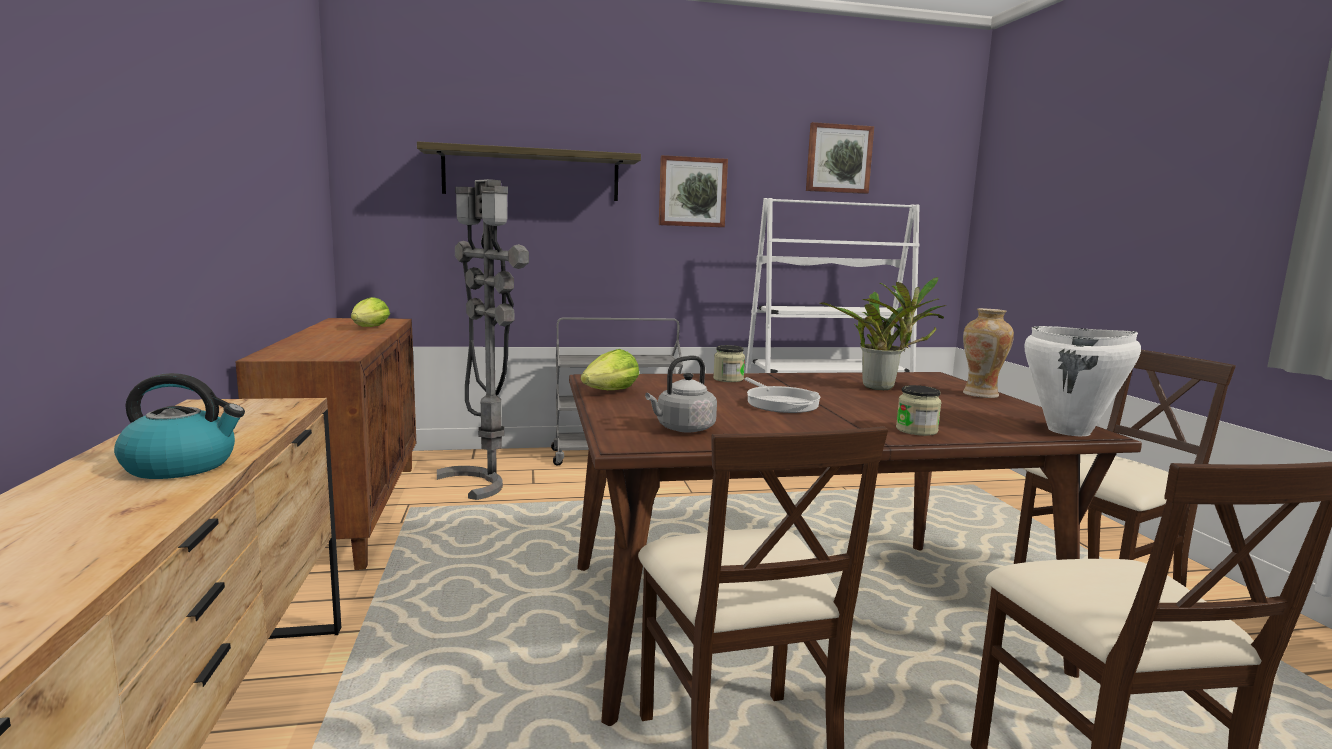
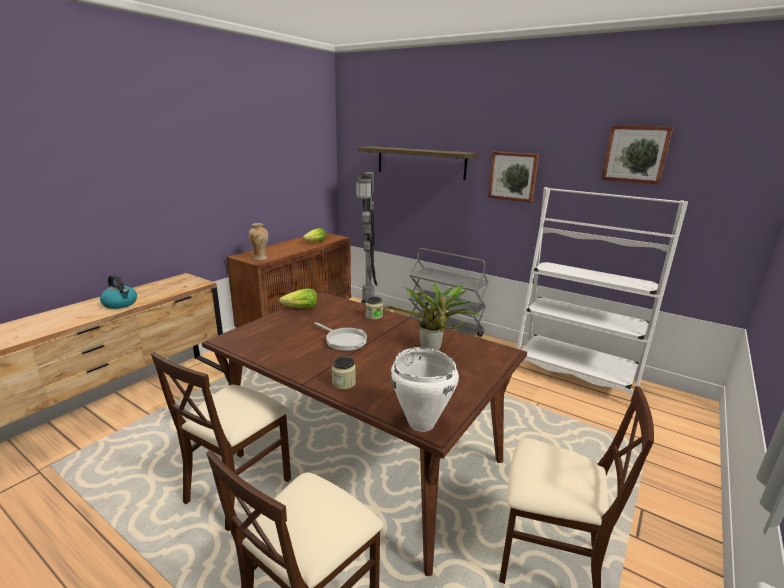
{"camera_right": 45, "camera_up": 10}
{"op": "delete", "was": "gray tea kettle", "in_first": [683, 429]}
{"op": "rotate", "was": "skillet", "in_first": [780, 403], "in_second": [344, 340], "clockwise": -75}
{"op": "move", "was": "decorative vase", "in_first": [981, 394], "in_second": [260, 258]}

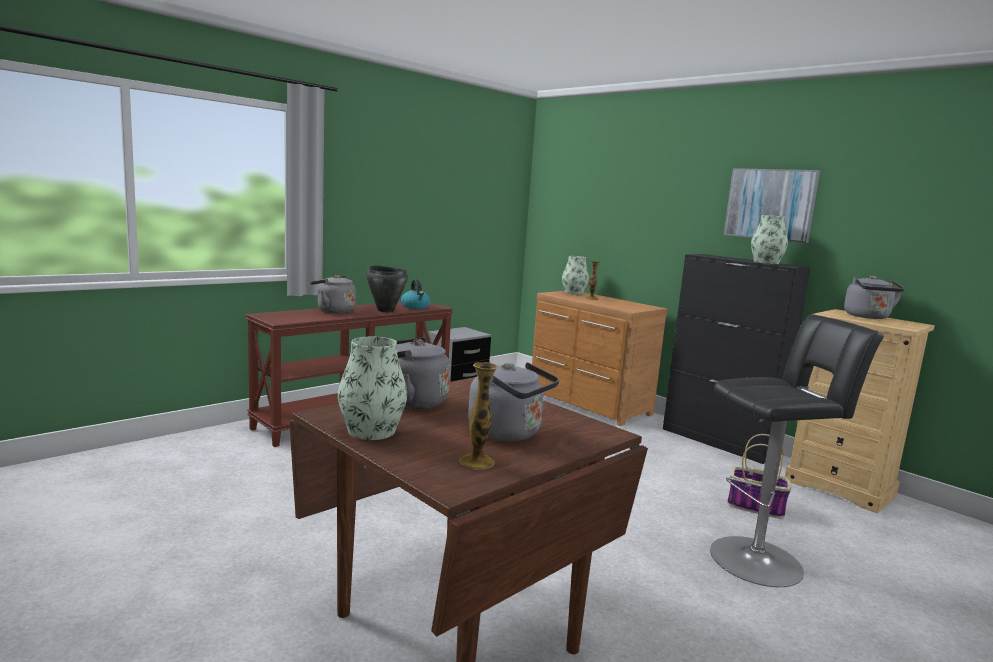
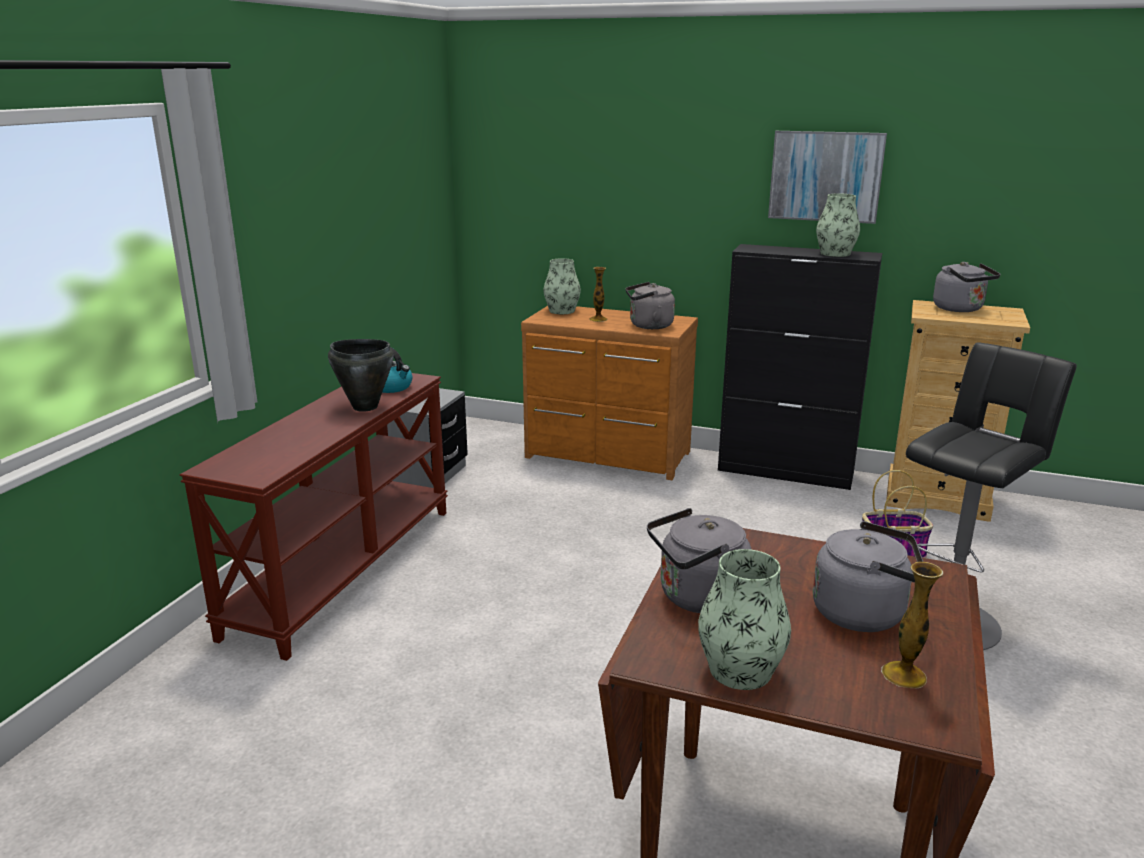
{"camera_right": -25, "camera_up": 10}
{"op": "move", "was": "gray tea kettle", "in_first": [333, 310], "in_second": [648, 326]}

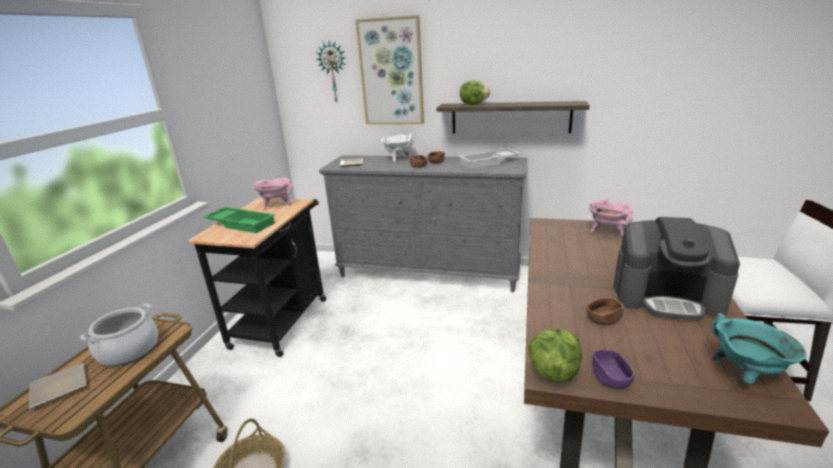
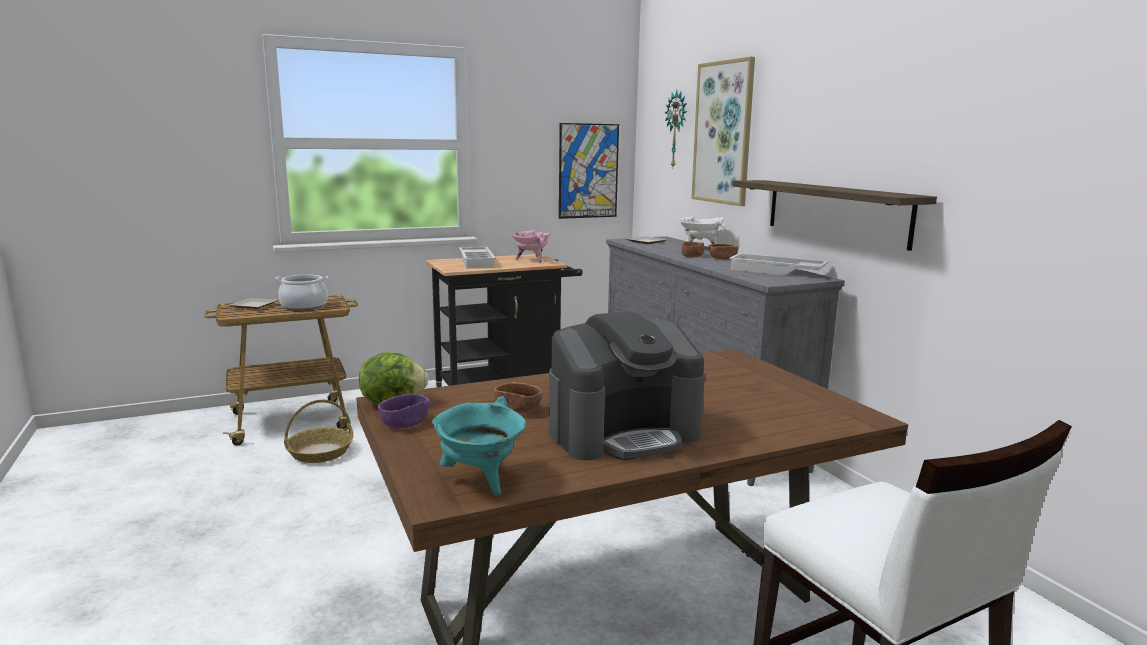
{"camera_right": 50, "camera_up": -10}
{"op": "recolor", "was": "green tray", "now": "white-coloured tray", "in_first": [242, 223], "in_second": [477, 262]}
{"op": "delete", "was": "lettuce head", "in_first": [473, 104]}
{"op": "delete", "was": "pink-coloured saucepot", "in_first": [607, 232]}
{"op": "rotate", "was": "coffee maker", "in_first": [666, 296], "in_second": [624, 433], "clockwise": -90}
{"op": "insert", "now": "picture", "in_second": [588, 171]}

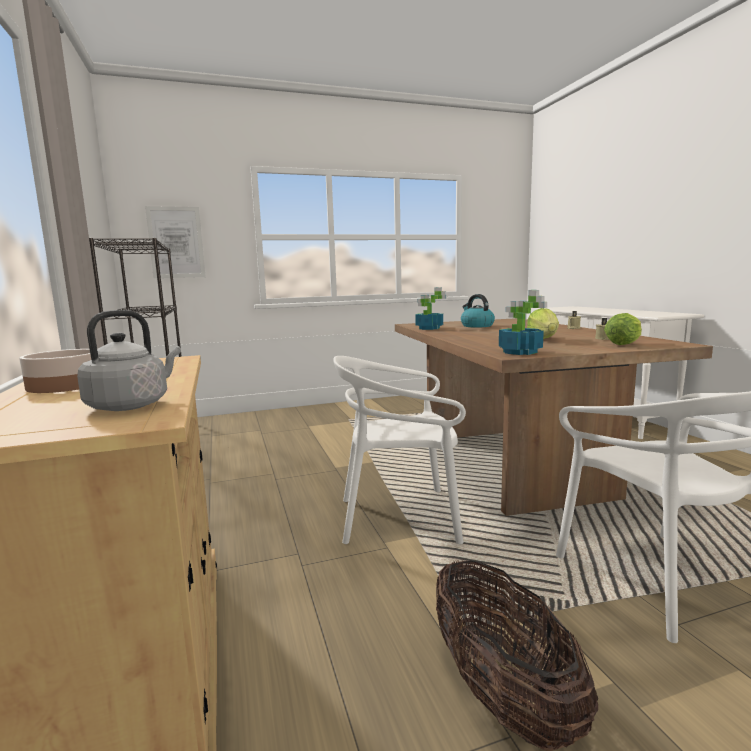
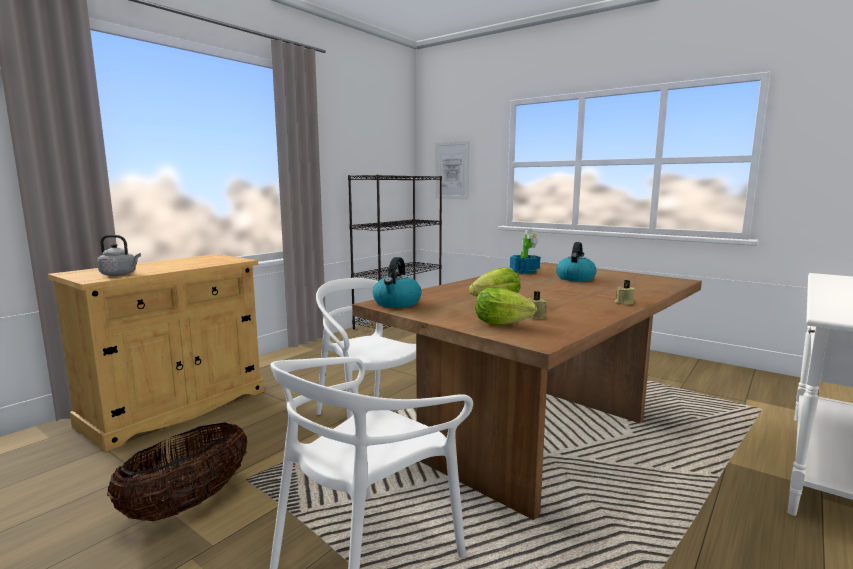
{"camera_right": 55, "camera_up": 0}
{"op": "delete", "was": "bowl", "in_first": [66, 385]}
{"op": "replace", "was": "potted plant", "now": "tea kettle", "in_first": [519, 352], "in_second": [397, 303]}

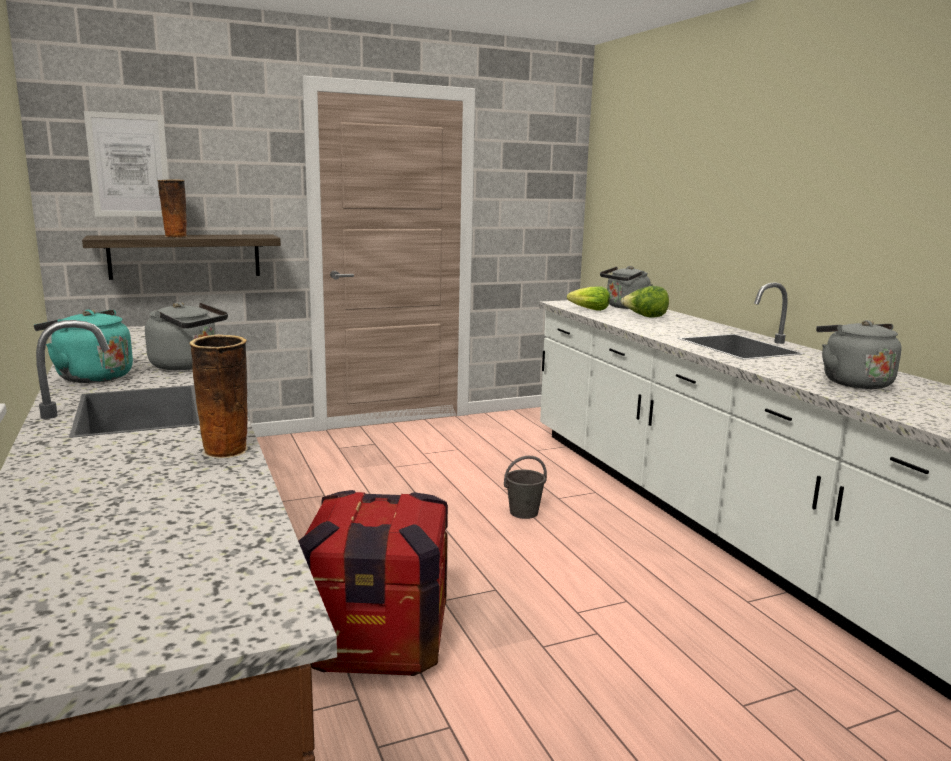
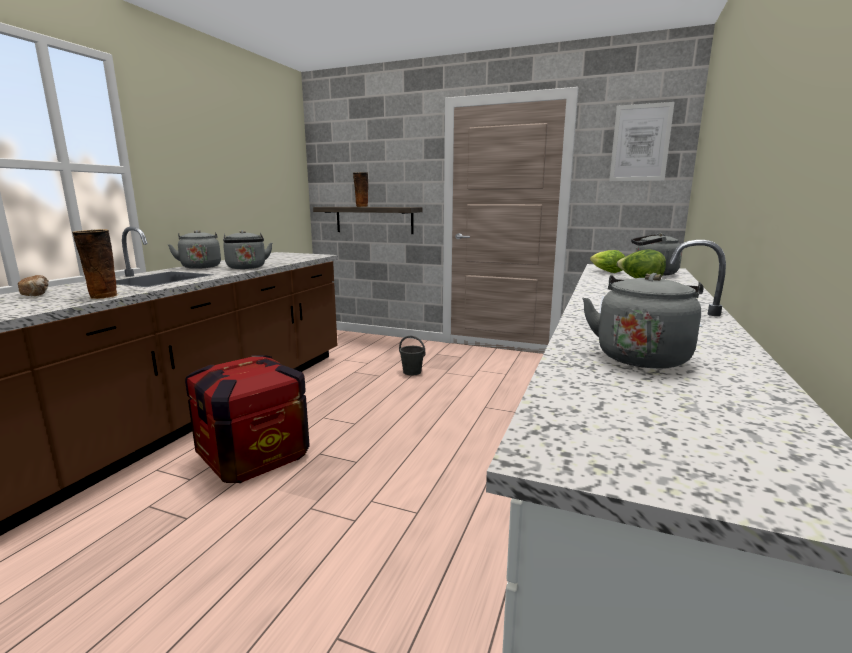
{"camera_right": 45, "camera_up": 0}
{"op": "recolor", "was": "turquoise-coloured tea kettle", "now": "gray tea kettle", "in_first": [90, 377], "in_second": [201, 266]}
{"op": "move", "was": "picture", "in_first": [129, 165], "in_second": [640, 143]}
{"op": "move", "was": "gray bucket", "in_first": [524, 512], "in_second": [412, 372]}
{"op": "insert", "now": "bakery bread", "in_second": [36, 294]}

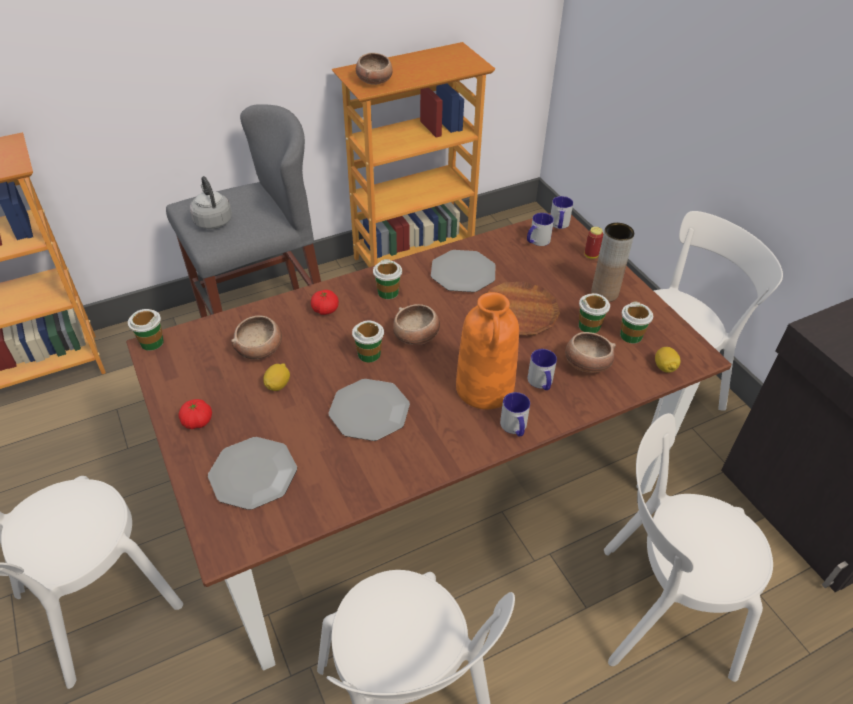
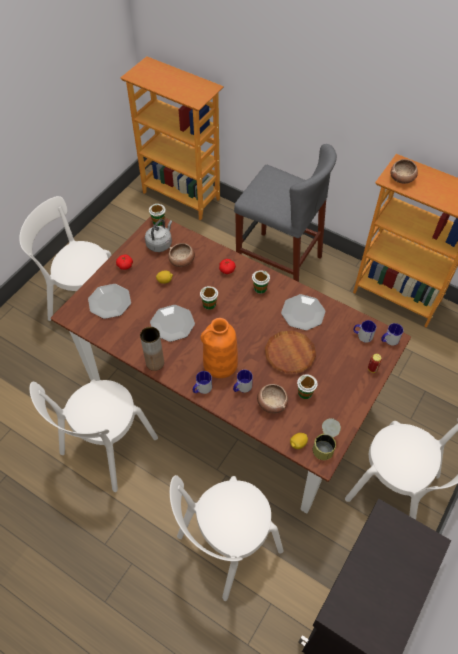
{"camera_right": 60, "camera_up": 10}
{"op": "move", "was": "gray tea kettle", "in_first": [212, 220], "in_second": [160, 244]}
{"op": "delete", "was": "bowl", "in_first": [416, 337]}
{"op": "move", "was": "brownish decorative vase", "in_first": [604, 293], "in_second": [155, 363]}
{"op": "rotate", "was": "white-coloured upright chair", "in_first": [658, 609], "in_second": [225, 546], "clockwise": -105}
{"op": "delete", "was": "small cup", "in_first": [631, 336]}
{"op": "insert", "now": "can", "in_second": [325, 444]}

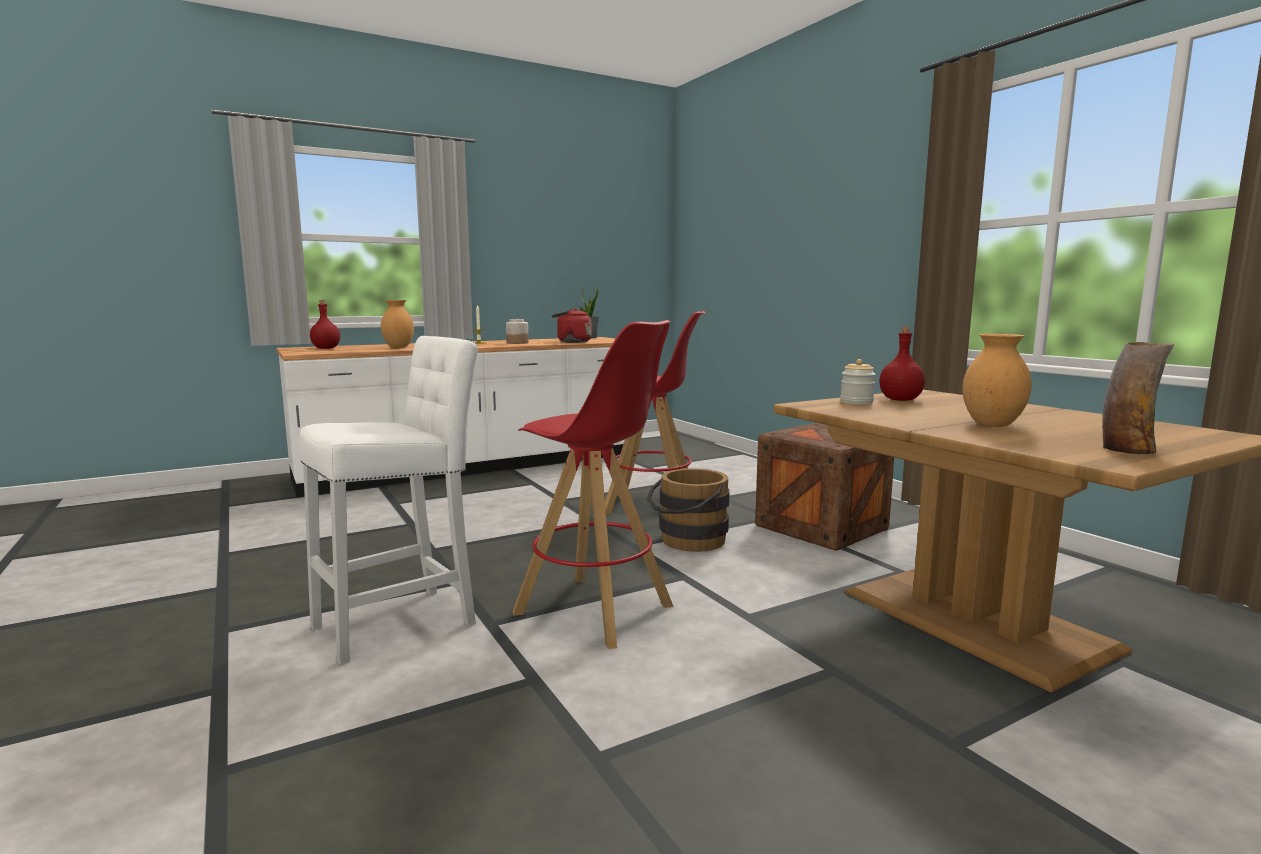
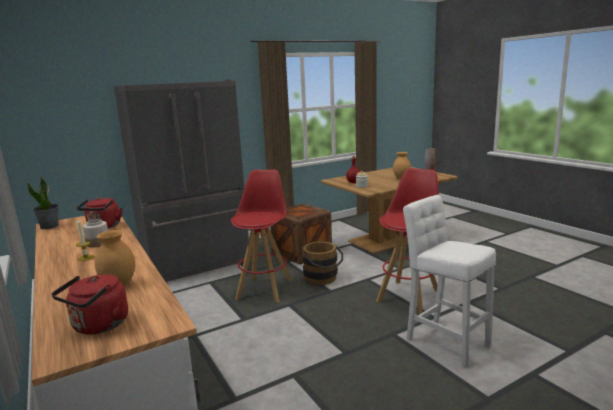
{"camera_right": -90, "camera_up": 5}
{"op": "replace", "was": "reddish beverage bottle", "now": "reddish tea kettle", "in_first": [326, 348], "in_second": [98, 326]}
{"op": "insert", "now": "gray kitchen fridge", "in_second": [198, 264]}

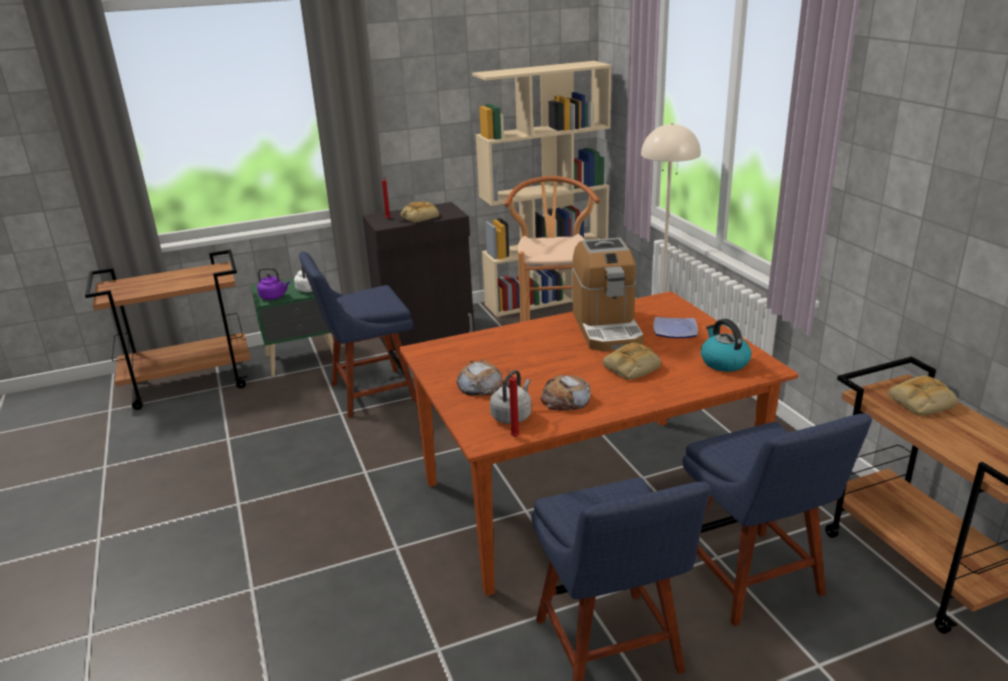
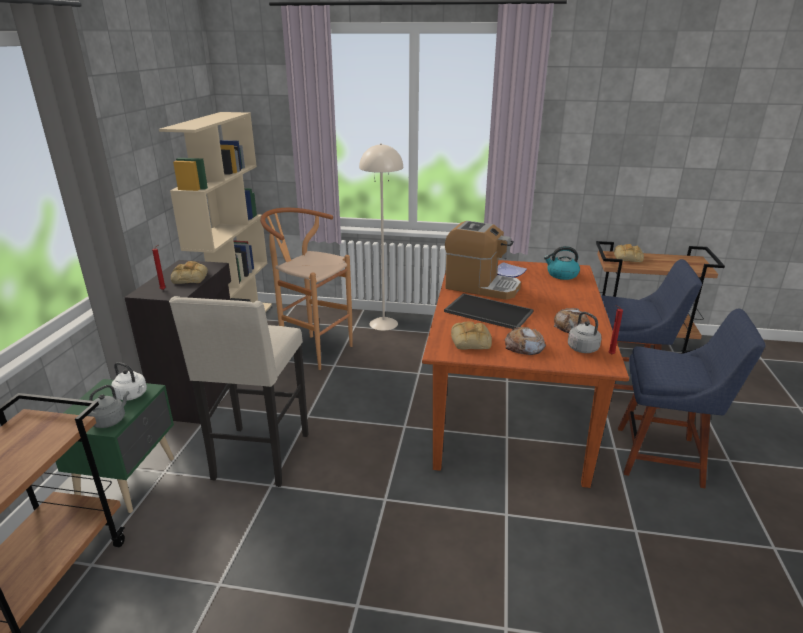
{"camera_right": -60, "camera_up": 0}
{"op": "recolor", "was": "purple-coloured tea kettle", "now": "gray tea kettle", "in_first": [274, 297], "in_second": [110, 420]}
{"op": "replace", "was": "blue-coloured upright chair", "now": "beige-coloured stool seat", "in_first": [368, 394], "in_second": [259, 458]}
{"op": "move", "was": "bakery bread", "in_first": [631, 367], "in_second": [471, 341]}
{"op": "insert", "now": "tray", "in_second": [487, 312]}

